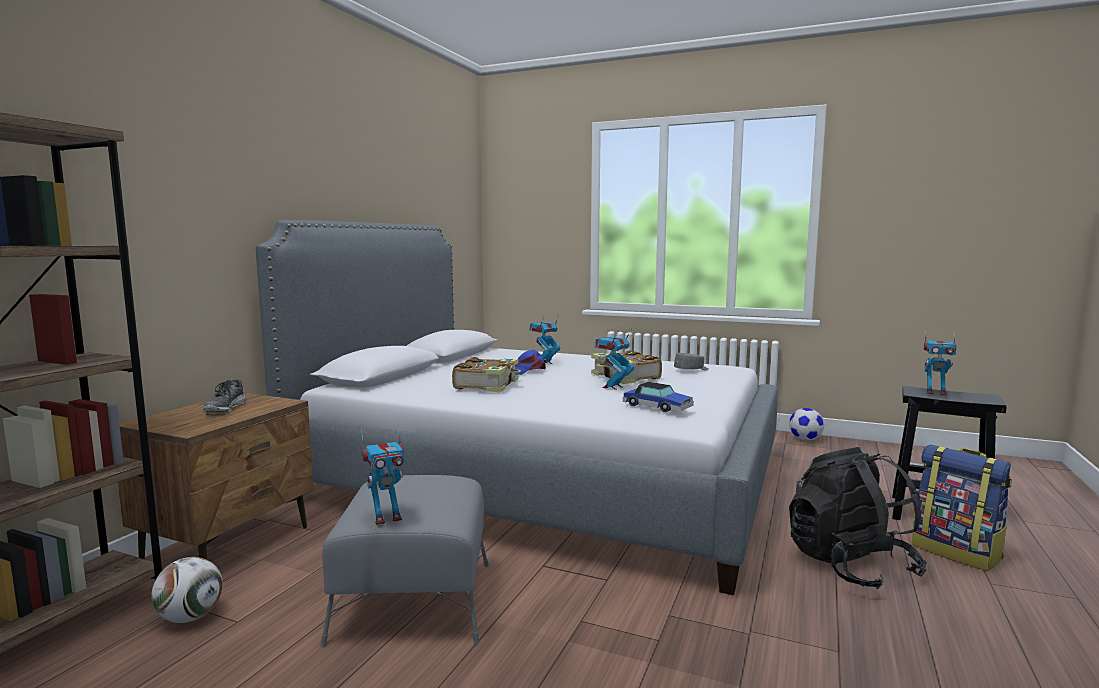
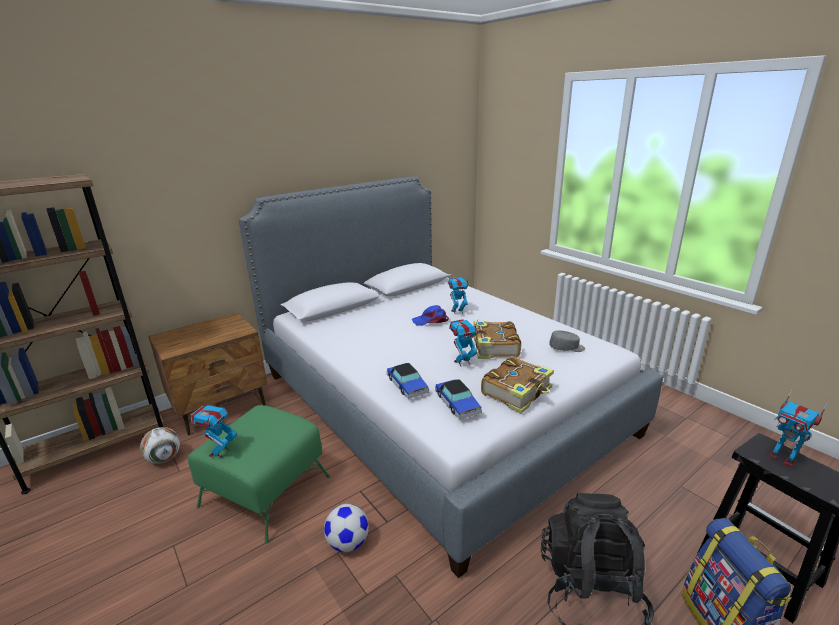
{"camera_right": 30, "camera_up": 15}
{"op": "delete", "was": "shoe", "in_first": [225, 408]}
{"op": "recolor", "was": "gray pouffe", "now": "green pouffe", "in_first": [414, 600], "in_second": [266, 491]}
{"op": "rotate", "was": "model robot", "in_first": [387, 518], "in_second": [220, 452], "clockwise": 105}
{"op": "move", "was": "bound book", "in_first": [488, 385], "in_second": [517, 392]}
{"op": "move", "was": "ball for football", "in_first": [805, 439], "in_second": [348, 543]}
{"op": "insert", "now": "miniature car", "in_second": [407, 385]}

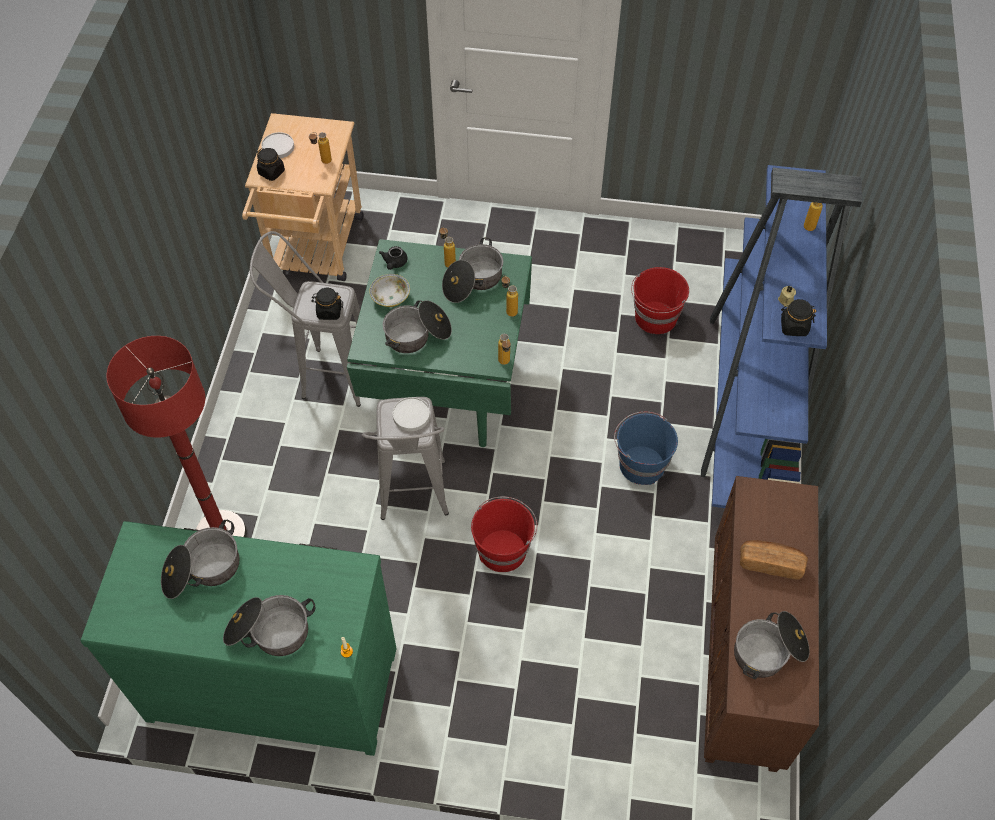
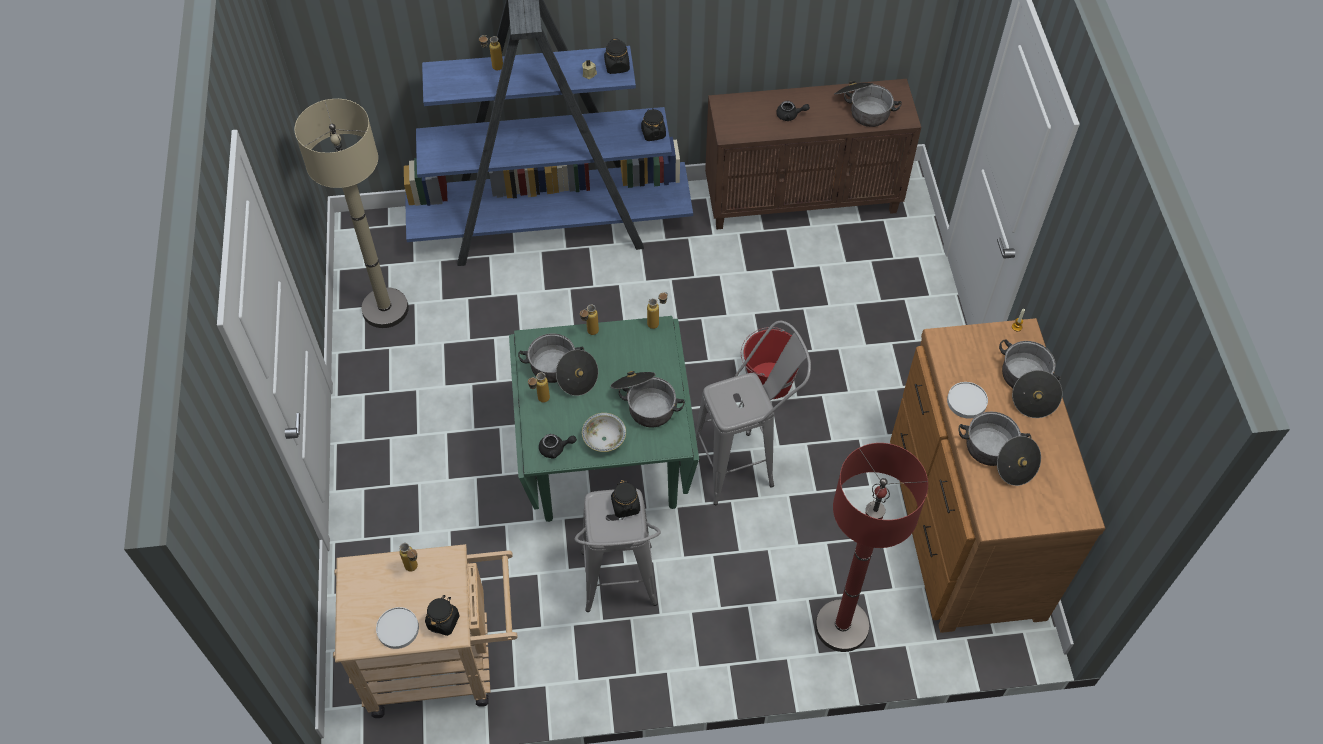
{"camera_right": -105, "camera_up": 0}
{"op": "recolor", "was": "green dresser", "now": "brownish dresser", "in_first": [273, 679], "in_second": [963, 527]}
{"op": "move", "was": "white-coloured plate", "in_first": [411, 415], "in_second": [967, 401]}
{"op": "delete", "was": "blue-coloured bucket", "in_first": [641, 464]}
{"op": "delete", "was": "reddish bucket", "in_first": [655, 318]}
{"op": "replace", "was": "bakery bread", "now": "black pot for tea", "in_first": [770, 563], "in_second": [790, 115]}
{"op": "insert", "now": "beige-coloured standard lamp", "in_second": [385, 309]}
{"op": "insert", "now": "black storage jar", "in_second": [653, 133]}

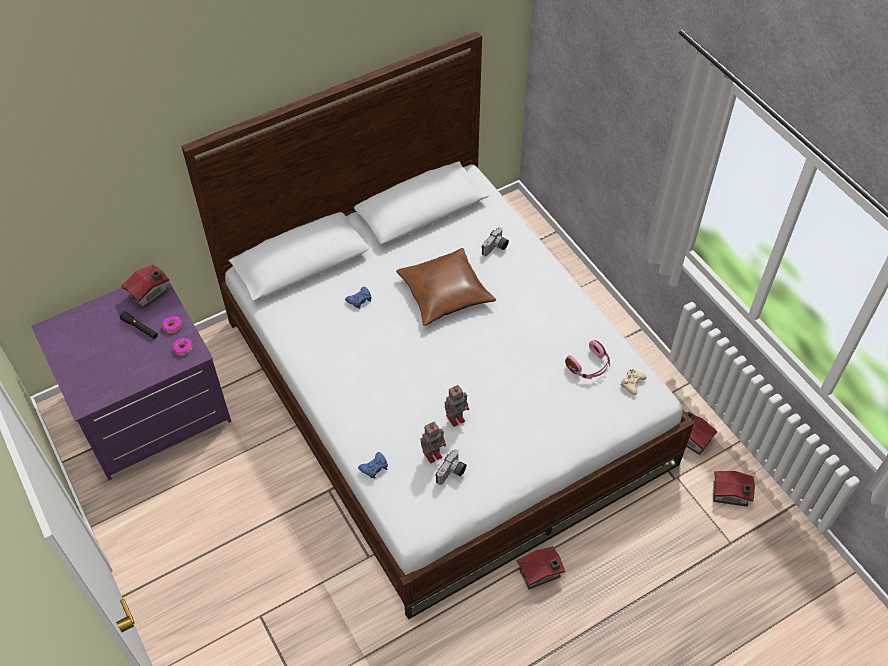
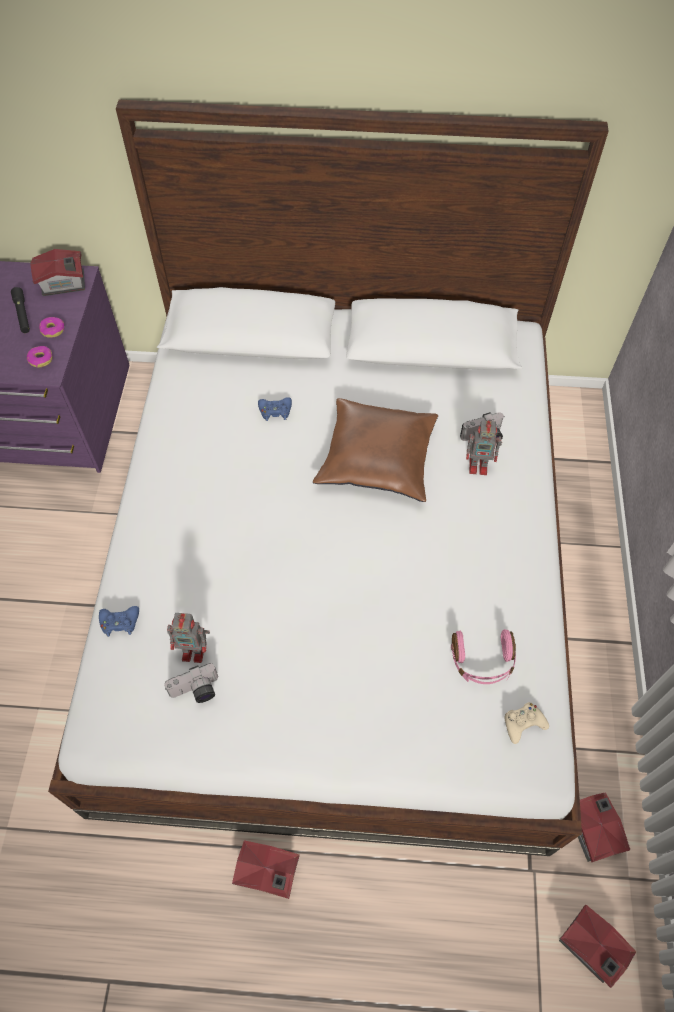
{"camera_right": 35, "camera_up": 5}
{"op": "move", "was": "model robot", "in_first": [456, 417], "in_second": [479, 466]}

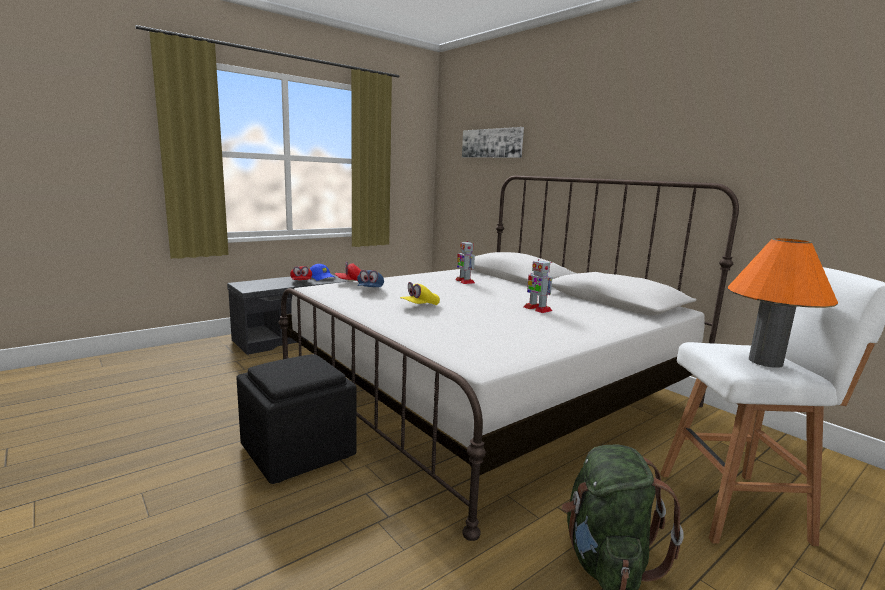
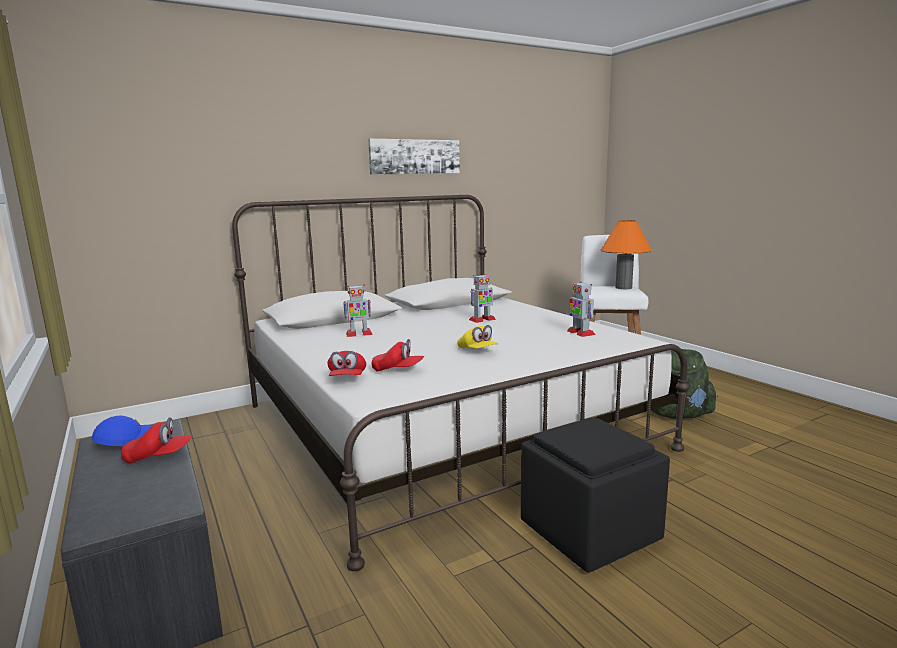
{"camera_right": -80, "camera_up": 0}
{"op": "recolor", "was": "blue-coloured peaked cap", "now": "reddish peaked cap", "in_first": [370, 290], "in_second": [398, 370]}
{"op": "move", "was": "picture", "in_first": [492, 143], "in_second": [415, 156]}
{"op": "insert", "now": "model robot", "in_second": [580, 333]}

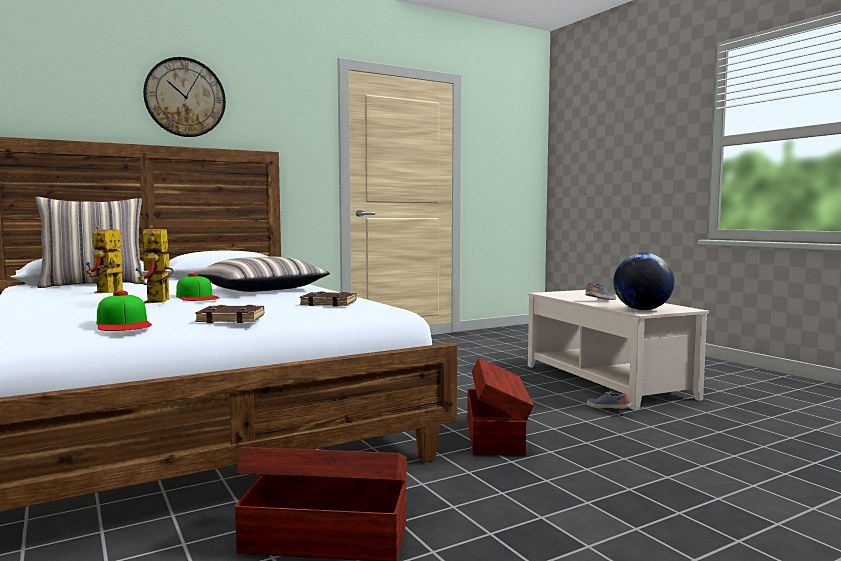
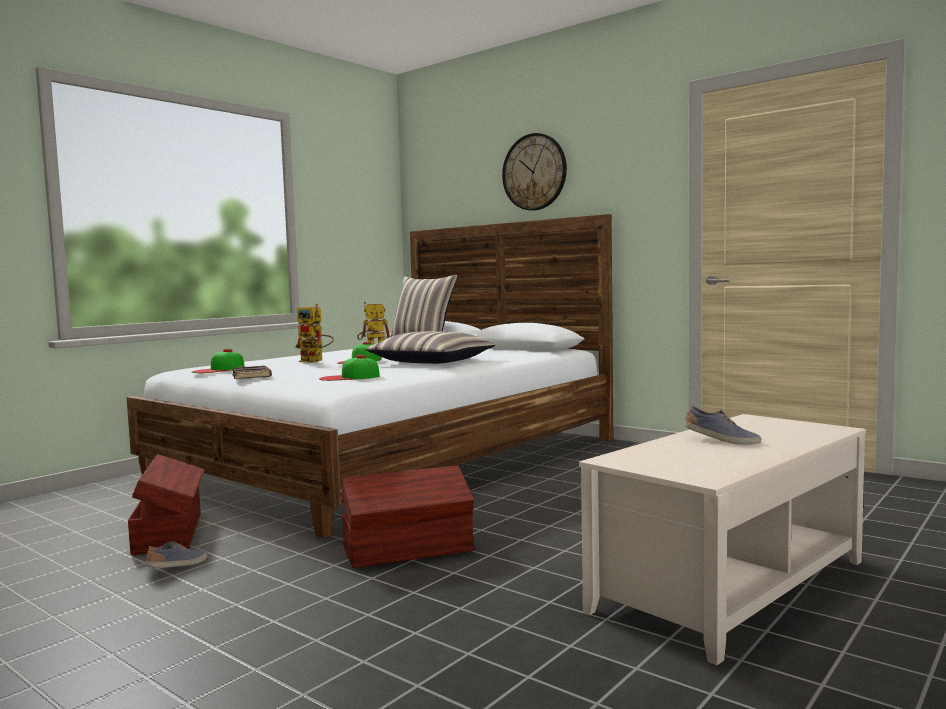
{"camera_right": 70, "camera_up": 0}
{"op": "rotate", "was": "model robot", "in_first": [158, 302], "in_second": [316, 361], "clockwise": -120}
{"op": "replace", "was": "brownish bound book", "now": "peaked cap", "in_first": [329, 303], "in_second": [349, 377]}
{"op": "move", "was": "shoe", "in_first": [609, 409], "in_second": [178, 567]}
{"op": "delete", "was": "globe", "in_first": [642, 310]}

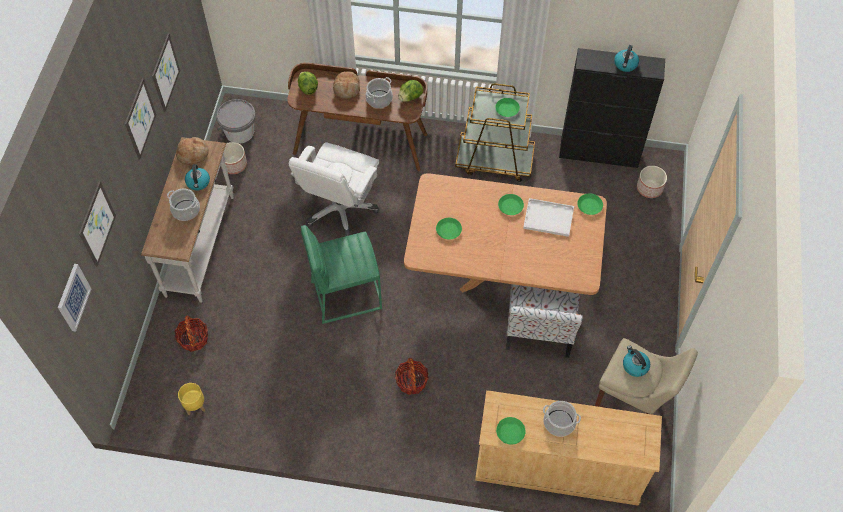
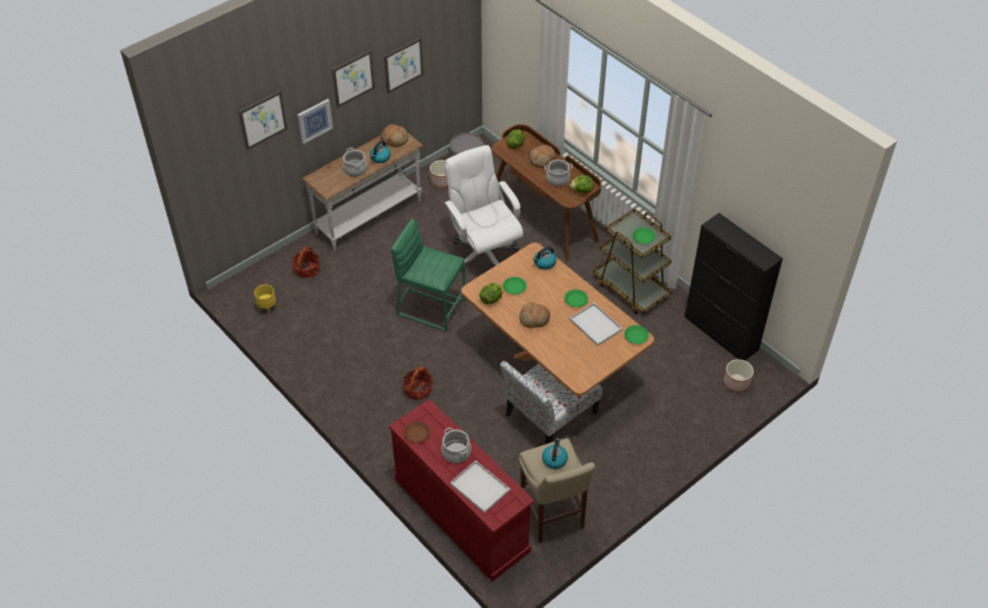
{"camera_right": 40, "camera_up": -10}
{"op": "move", "was": "picture", "in_first": [73, 297], "in_second": [314, 120]}
{"op": "rotate", "was": "white-coloured desk chair", "in_first": [340, 210], "in_second": [484, 252], "clockwise": 90}
{"op": "recolor", "was": "beige-coloured dresser", "now": "reddish dresser", "in_first": [557, 467], "in_second": [460, 514]}
{"op": "recolor", "was": "green plate", "now": "brownish plate", "in_first": [510, 432], "in_second": [417, 434]}
{"op": "move", "was": "tea kettle", "in_first": [625, 64], "in_second": [544, 263]}
{"op": "insert", "now": "white-coloured tray", "in_second": [481, 487]}
{"op": "insert", "now": "lettuce head", "in_second": [491, 299]}
{"op": "insert", "now": "bakery bread", "in_second": [534, 319]}

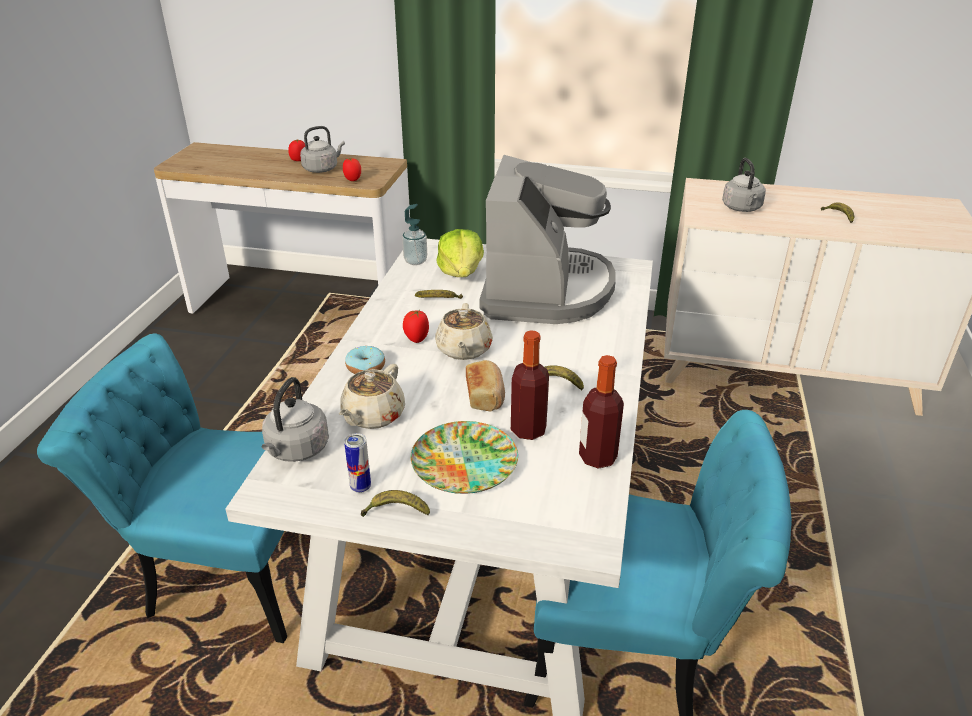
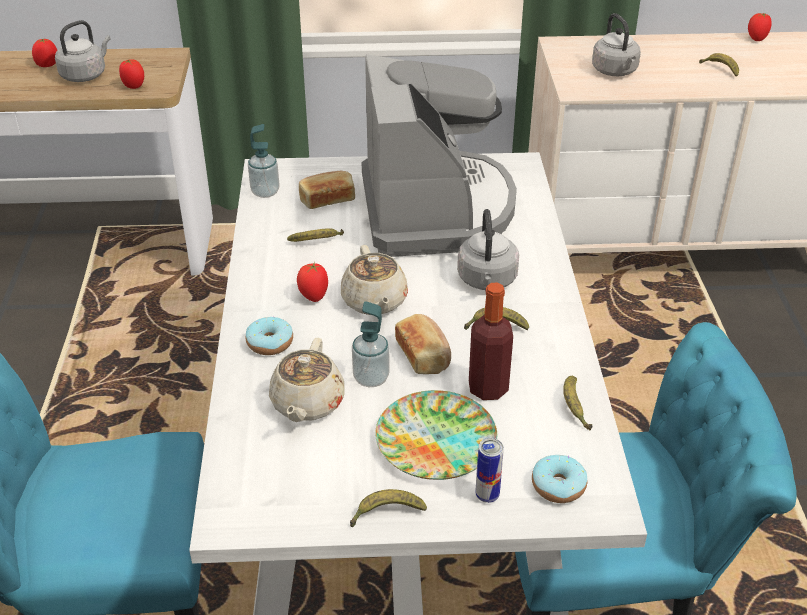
{"camera_right": -15, "camera_up": 5}
{"op": "move", "was": "gray tea kettle", "in_first": [296, 450], "in_second": [487, 281]}
{"op": "move", "was": "can", "in_first": [360, 487], "in_second": [487, 495]}
{"op": "replace", "was": "lettuce head", "now": "bakery bread", "in_first": [461, 272], "in_second": [327, 199]}
{"op": "replace", "was": "beverage bottle", "now": "banana", "in_first": [597, 457], "in_second": [574, 407]}
{"op": "insert", "now": "soap dispenser", "in_second": [371, 378]}
{"op": "insert", "now": "donut", "in_second": [558, 486]}
{"op": "insert", "now": "tomato", "in_second": [756, 39]}

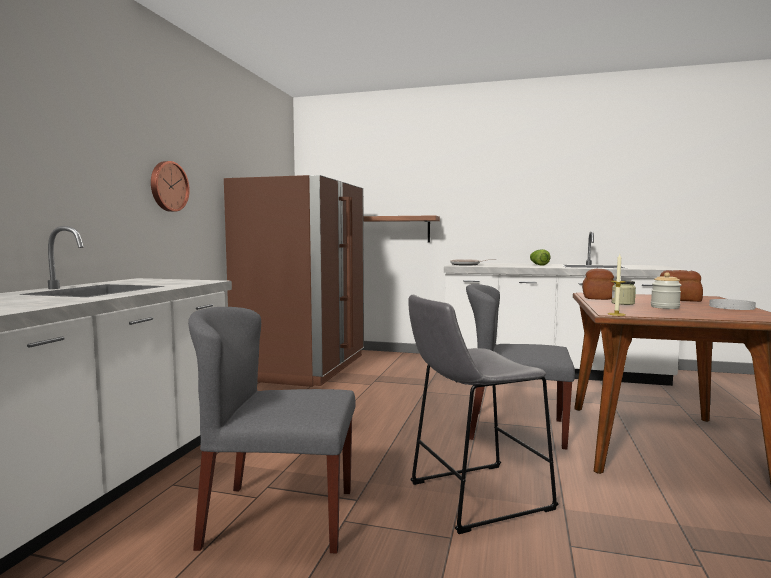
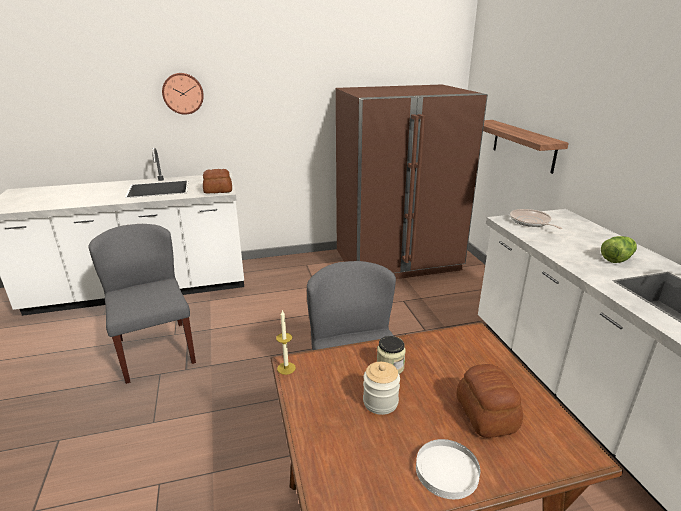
{"camera_right": 60, "camera_up": 20}
{"op": "move", "was": "clock on the wall", "in_first": [168, 186], "in_second": [183, 93]}
{"op": "delete", "was": "gray stool seat", "in_first": [472, 497]}
{"op": "move", "was": "bakery bread", "in_first": [597, 297], "in_second": [218, 190]}

